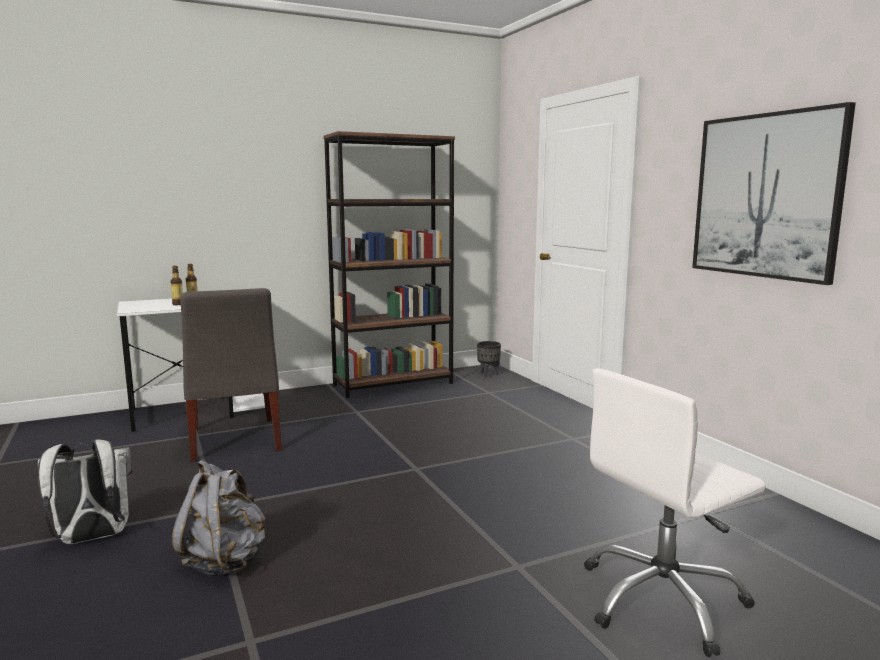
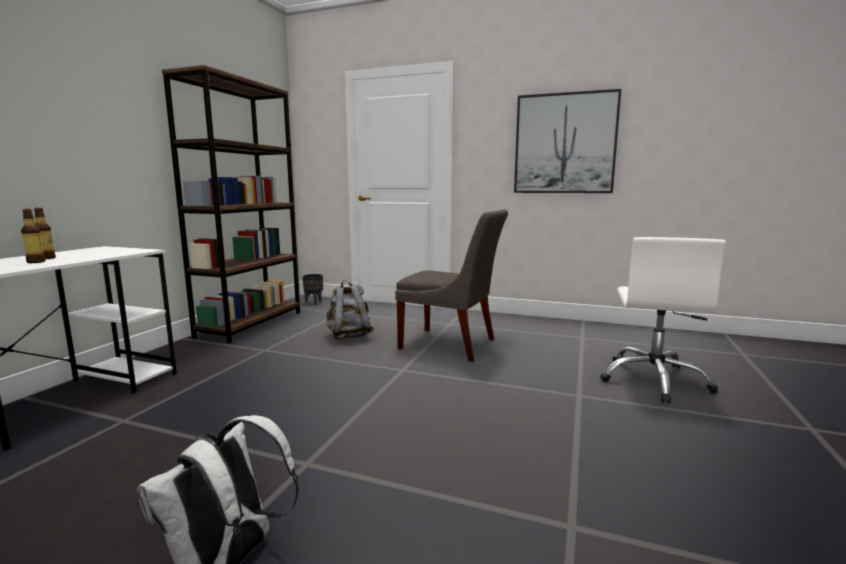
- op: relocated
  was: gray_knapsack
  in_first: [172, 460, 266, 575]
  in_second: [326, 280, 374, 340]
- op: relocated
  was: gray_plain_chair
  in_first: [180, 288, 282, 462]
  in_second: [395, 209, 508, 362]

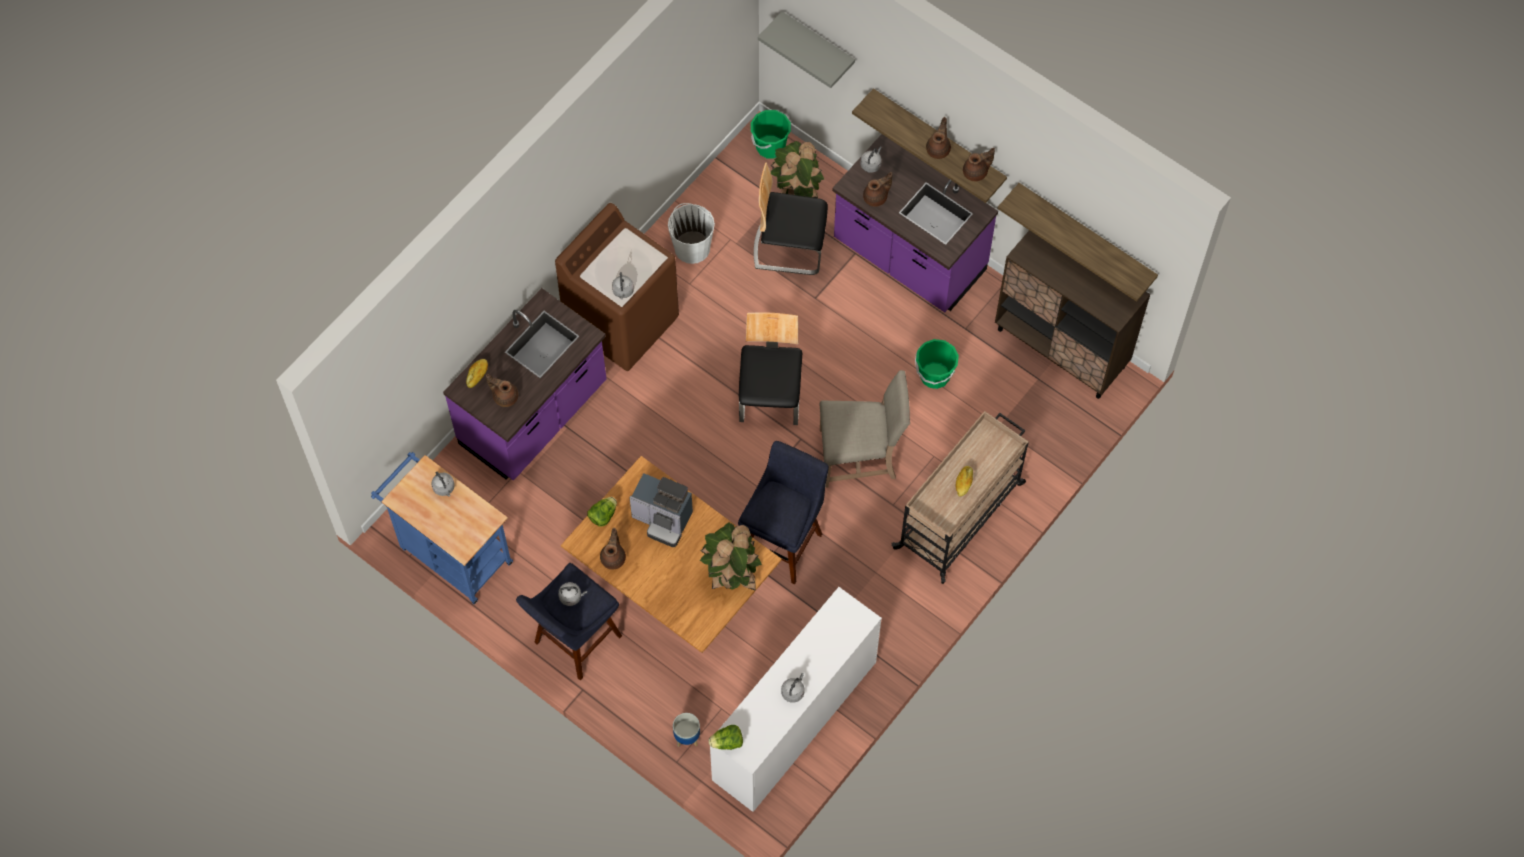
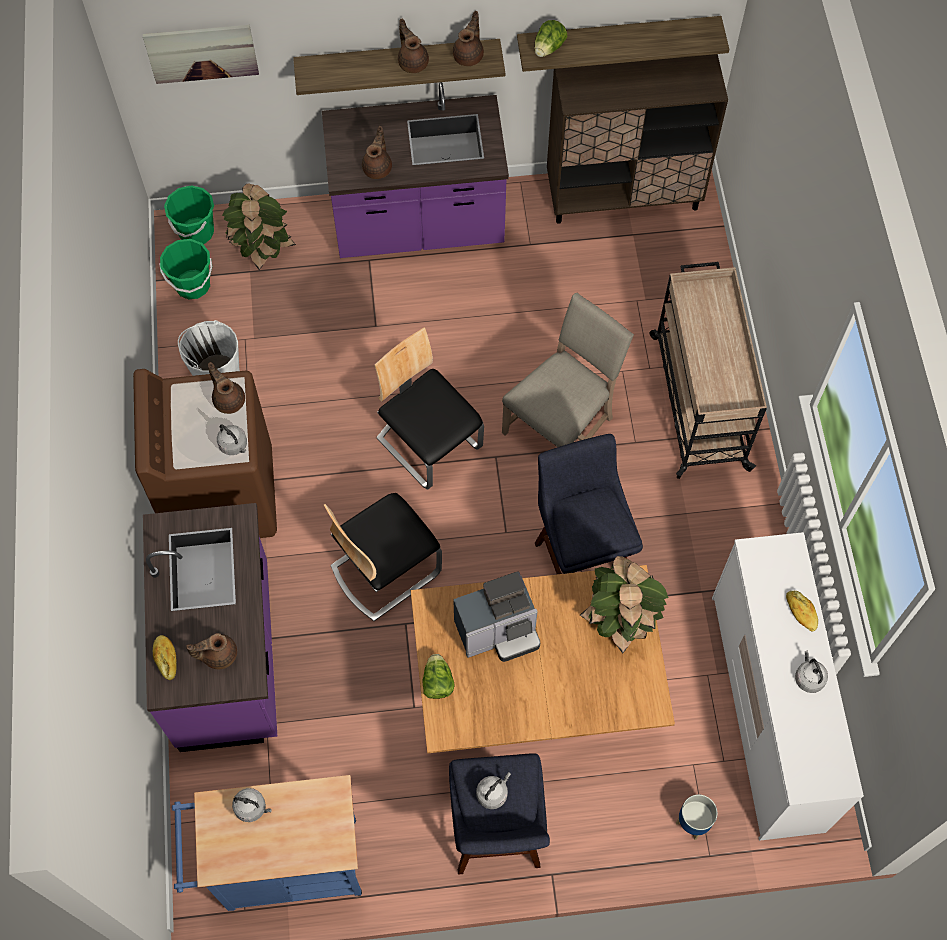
- op: exchanged
  was: gray_shelf
  now: wall_art
  in_first: [758, 11, 855, 88]
  in_second: [143, 25, 259, 84]
- op: relocated
  was: green_bucket
  in_first: [915, 339, 959, 389]
  in_second: [159, 239, 212, 299]
- op: relocated
  was: brown-coloured_tea_pot
  in_first: [600, 528, 626, 570]
  in_second: [208, 362, 245, 414]
- op: relocated
  was: plain_chair
  in_first: [754, 162, 828, 275]
  in_second: [324, 493, 442, 621]
- op: relocated
  was: lettuce
  in_first: [709, 725, 743, 750]
  in_second: [534, 20, 567, 57]
- op: relocated
  was: baked_bread
  in_first: [955, 466, 973, 496]
  in_second: [786, 591, 818, 632]
- op: missing
  was: gray_water_kettle
  in_first: [860, 146, 882, 173]

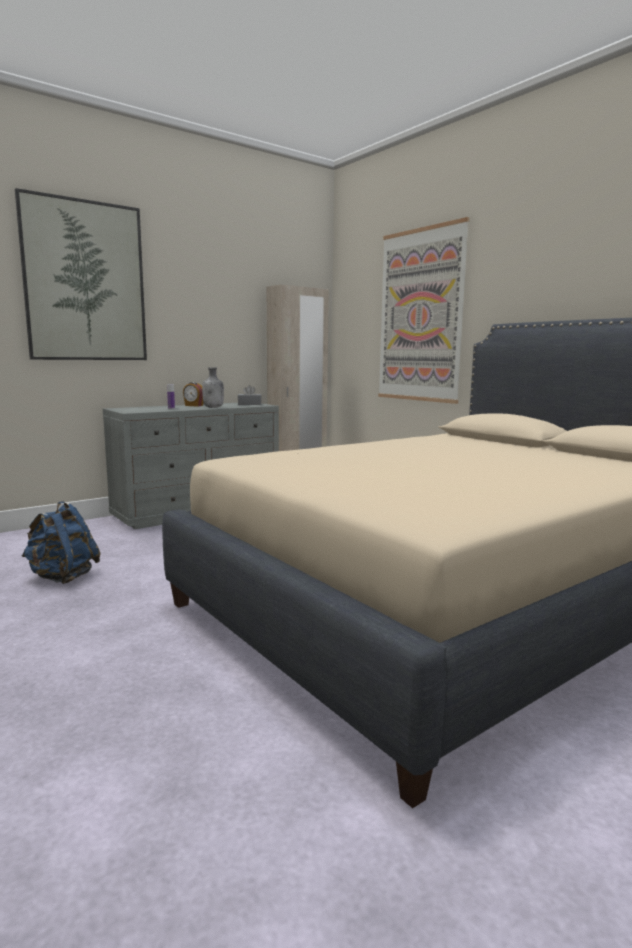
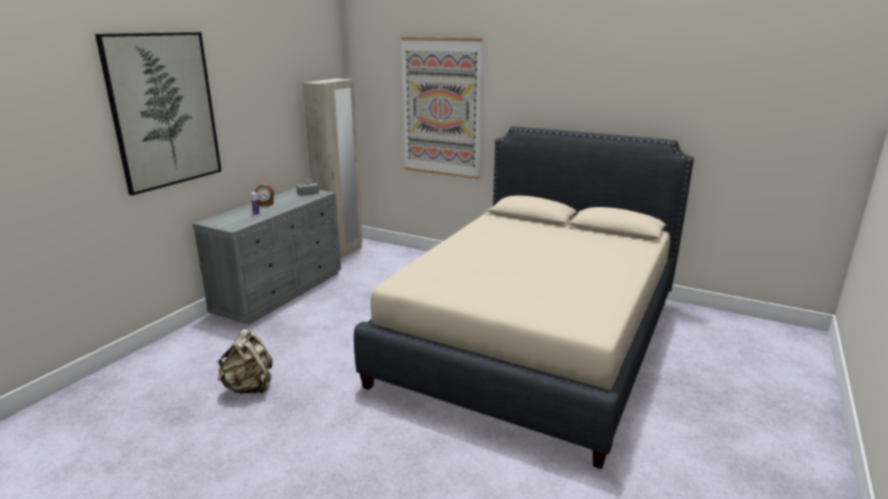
- op: colour
  was: blue_knapsack
  now: beige-coloured_knapsack
  in_first: [22, 501, 101, 584]
  in_second: [217, 329, 273, 394]
- op: missing
  was: gray_bottle
  in_first: [202, 367, 224, 408]

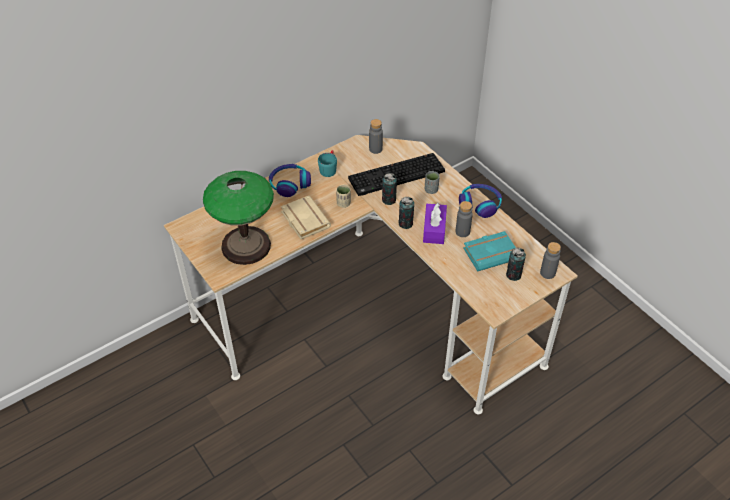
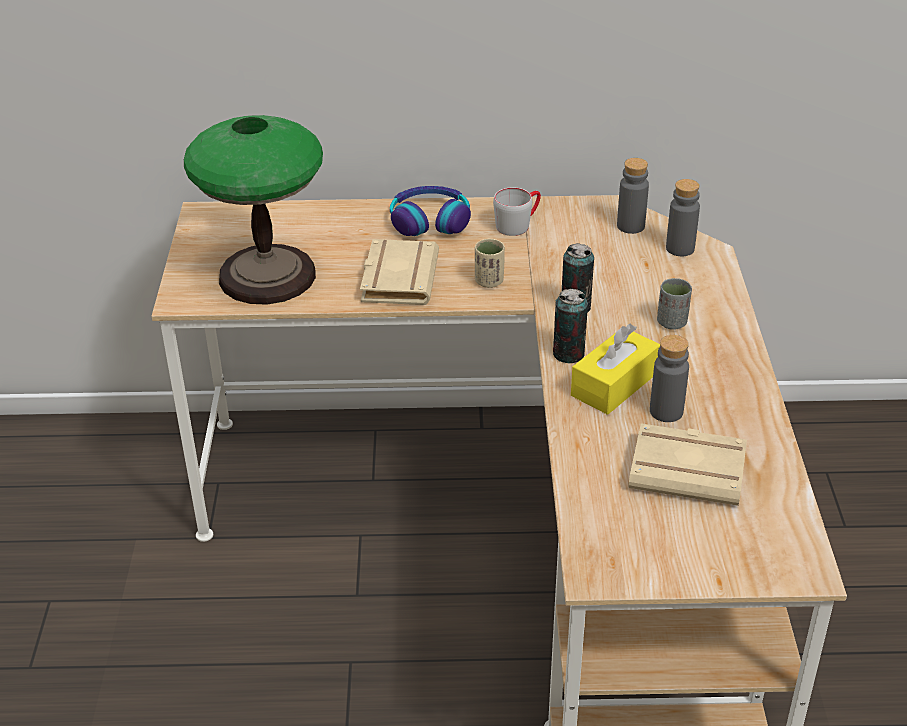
- op: colour
  was: turquoise-coloured_tea_mug
  now: gray_tea_mug
  in_first: [318, 150, 337, 177]
  in_second: [493, 187, 541, 236]
- op: colour
  was: purplish_tissue_box
  now: yellow_tissue_box
  in_first: [423, 203, 447, 244]
  in_second: [571, 324, 660, 415]
- op: colour
  was: turquoise-coloured_volume
  now: beige-coloured_volume
  in_first: [463, 231, 516, 272]
  in_second: [628, 423, 747, 506]
- op: relocated
  was: gray_bottle
  in_first: [540, 242, 561, 279]
  in_second: [666, 179, 700, 256]
- op: missing
  was: keyboard
  in_first: [348, 153, 445, 196]
- op: missing
  was: pair_of_headphones
  in_first: [459, 184, 502, 218]
- op: missing
  was: can
  in_first: [506, 248, 526, 281]

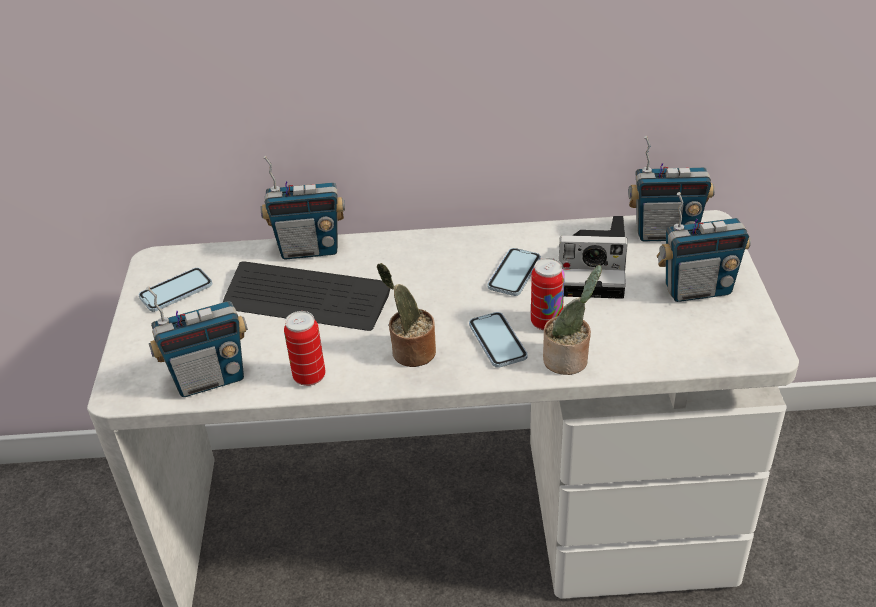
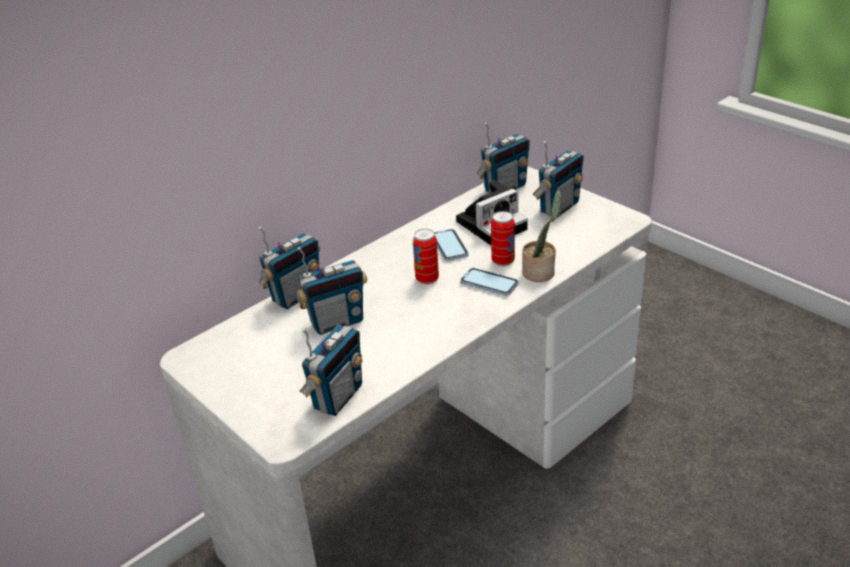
- op: exchanged
  was: keyboard
  now: radio_set
  in_first: [223, 262, 390, 331]
  in_second: [296, 247, 367, 335]
- op: relocated
  was: can
  in_first: [284, 311, 325, 386]
  in_second: [413, 229, 439, 284]
- op: missing
  was: phone
  in_first: [139, 268, 212, 312]
- op: missing
  was: plant_in_a_pot
  in_first: [377, 263, 436, 367]

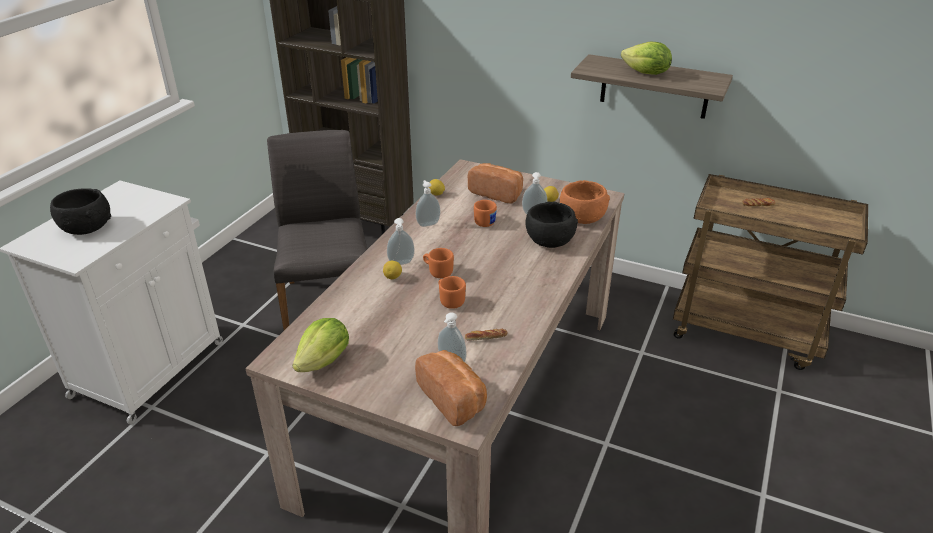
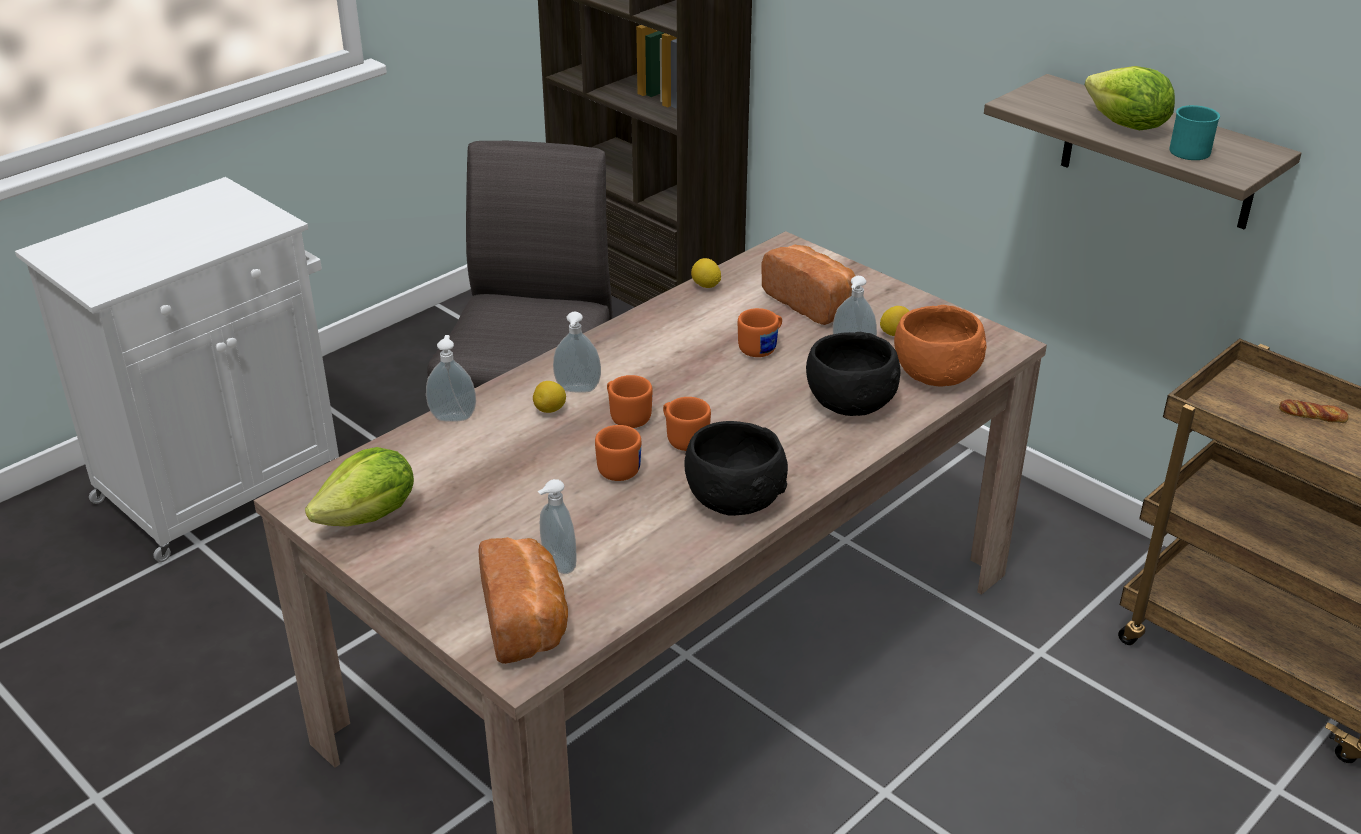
- op: relocated
  was: soap_dispenser
  in_first: [416, 180, 440, 227]
  in_second: [426, 335, 476, 422]
- op: appeared
  now: orange_tea_mug
  in_second: [663, 397, 711, 451]
- op: relocated
  was: blackish_serving_bowl
  in_first: [50, 188, 111, 235]
  in_second: [684, 421, 788, 516]
- op: appeared
  now: turquoise-coloured_tea_mug
  in_second: [1169, 105, 1220, 160]
- op: missing
  was: baked_bread
  in_first: [465, 329, 508, 341]

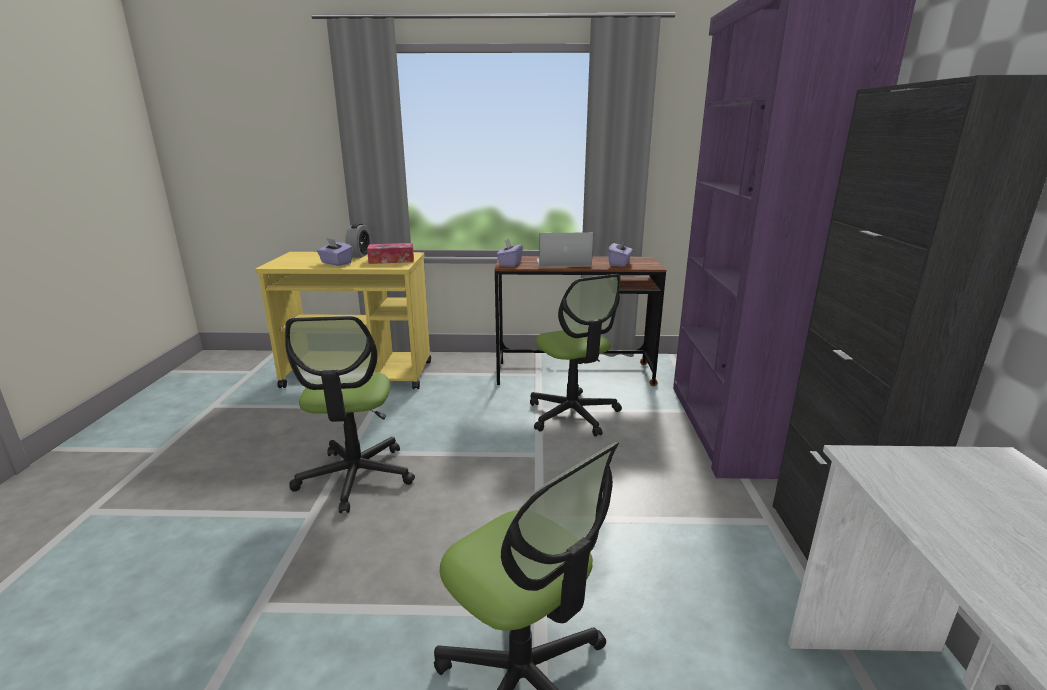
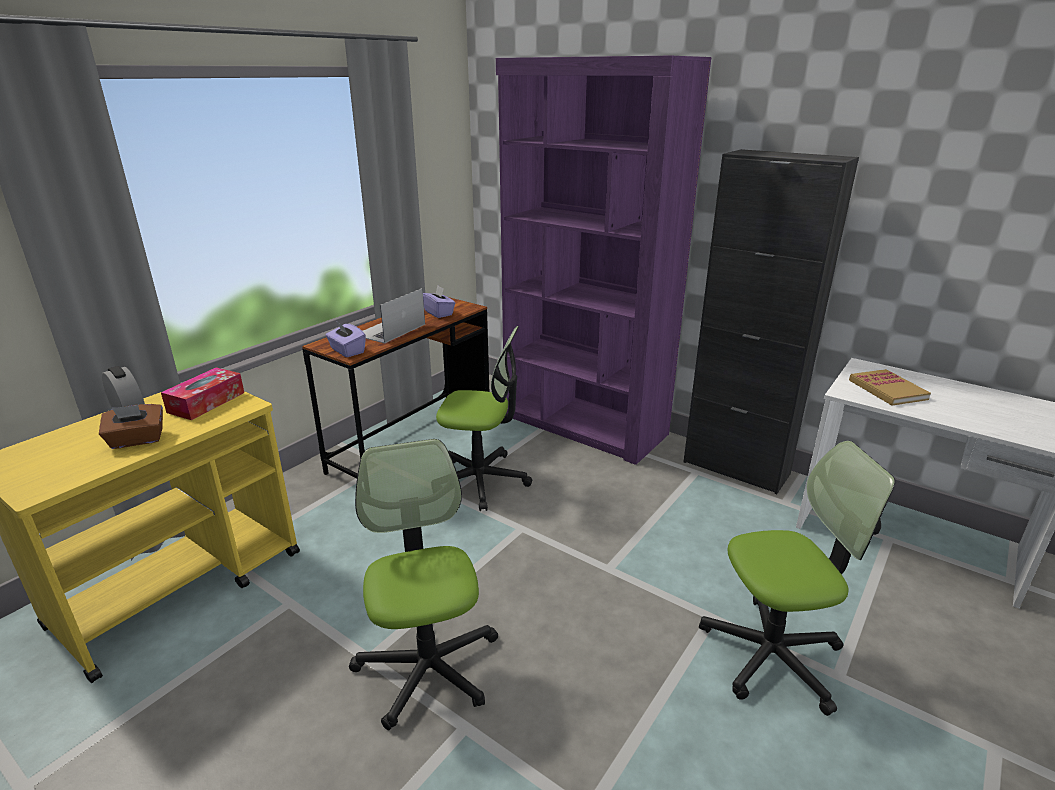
- op: colour
  was: purplish_tissue_box
  now: brown-coloured_tissue_box
  in_first: [317, 238, 353, 266]
  in_second: [99, 404, 163, 449]
- op: spun
  was: office_chair
  in_first: [285, 316, 415, 513]
  in_second: [349, 439, 498, 730]
  clockwise: -135
- op: appeared
  now: volume
  in_second: [849, 369, 931, 406]

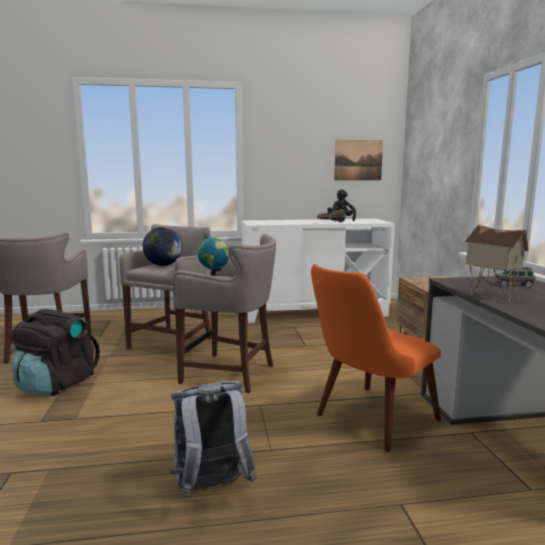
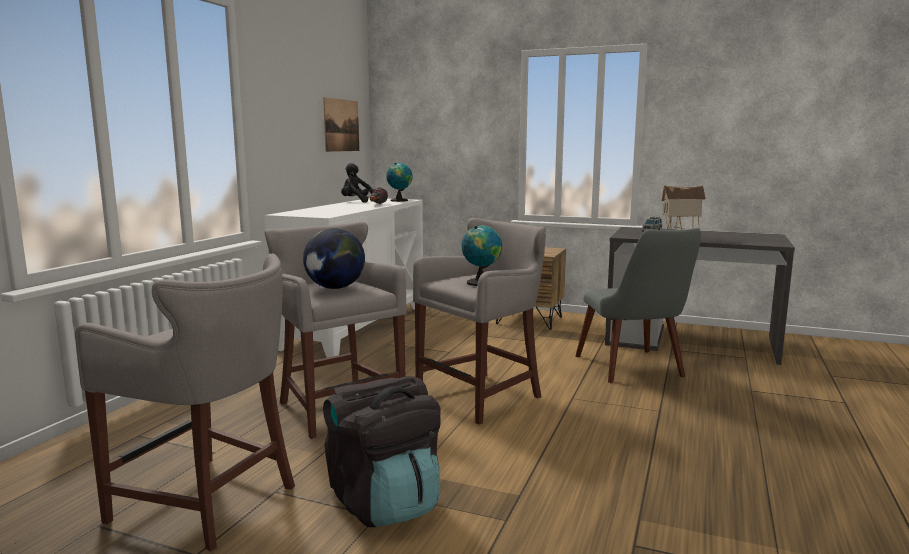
- op: appeared
  now: globe
  in_second: [386, 163, 413, 202]
- op: colour
  was: orange_plain_chair
  now: gray_plain_chair
  in_first: [311, 264, 441, 452]
  in_second: [576, 228, 701, 383]
- op: missing
  was: gray_knapsack
  in_first: [170, 381, 257, 496]

